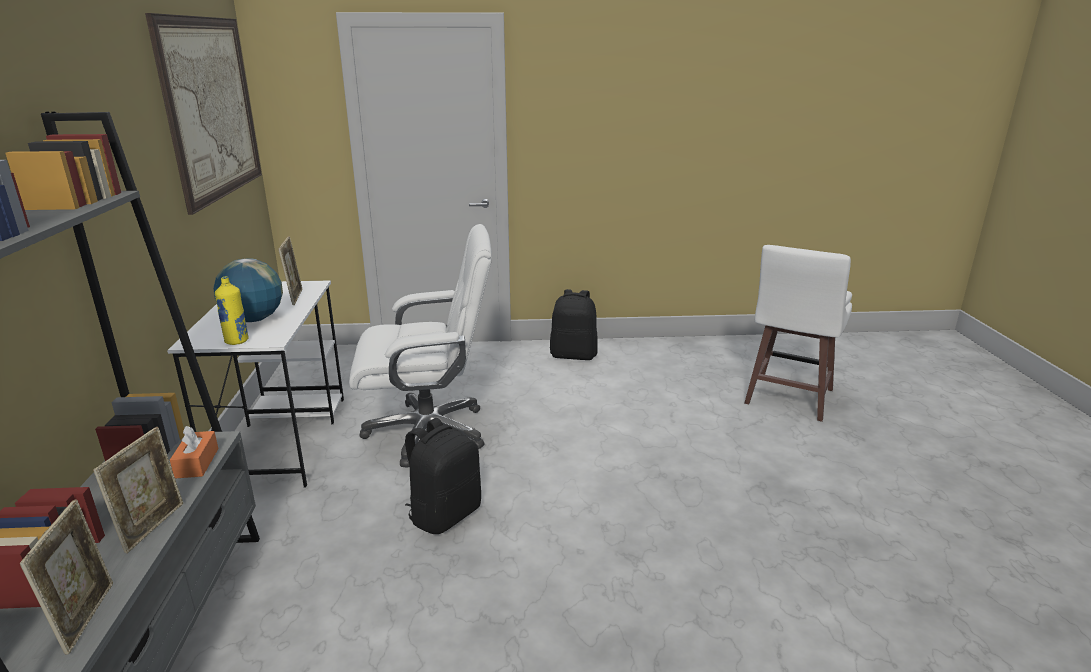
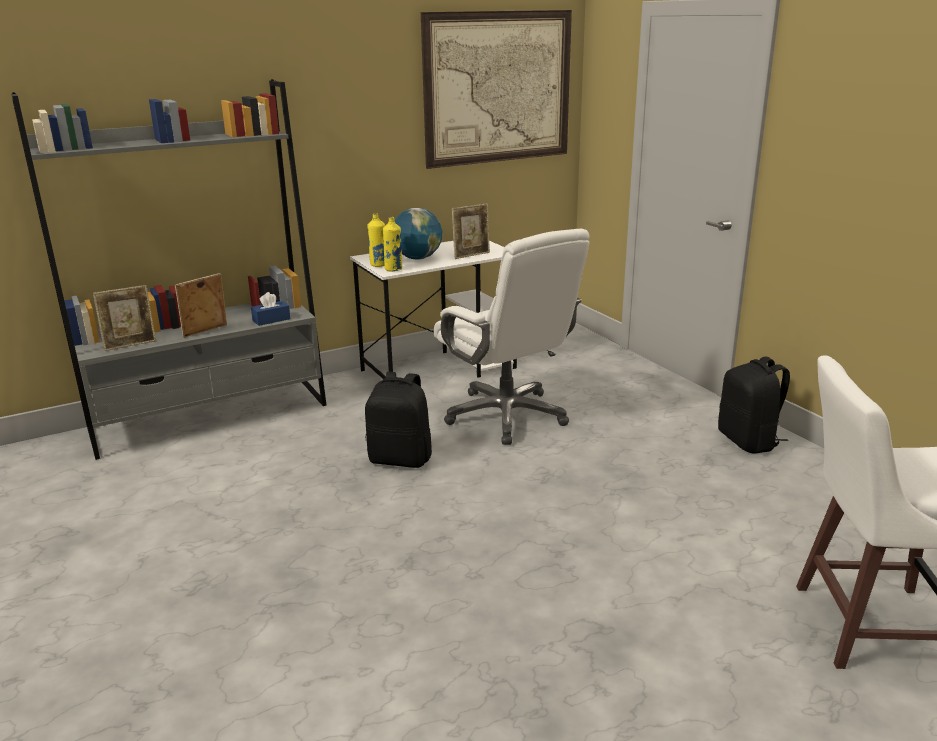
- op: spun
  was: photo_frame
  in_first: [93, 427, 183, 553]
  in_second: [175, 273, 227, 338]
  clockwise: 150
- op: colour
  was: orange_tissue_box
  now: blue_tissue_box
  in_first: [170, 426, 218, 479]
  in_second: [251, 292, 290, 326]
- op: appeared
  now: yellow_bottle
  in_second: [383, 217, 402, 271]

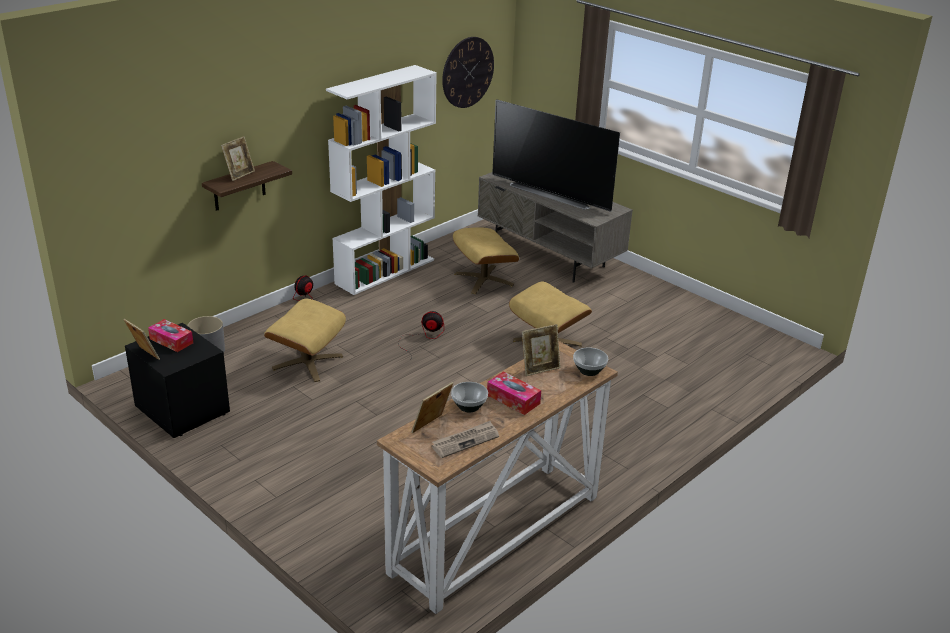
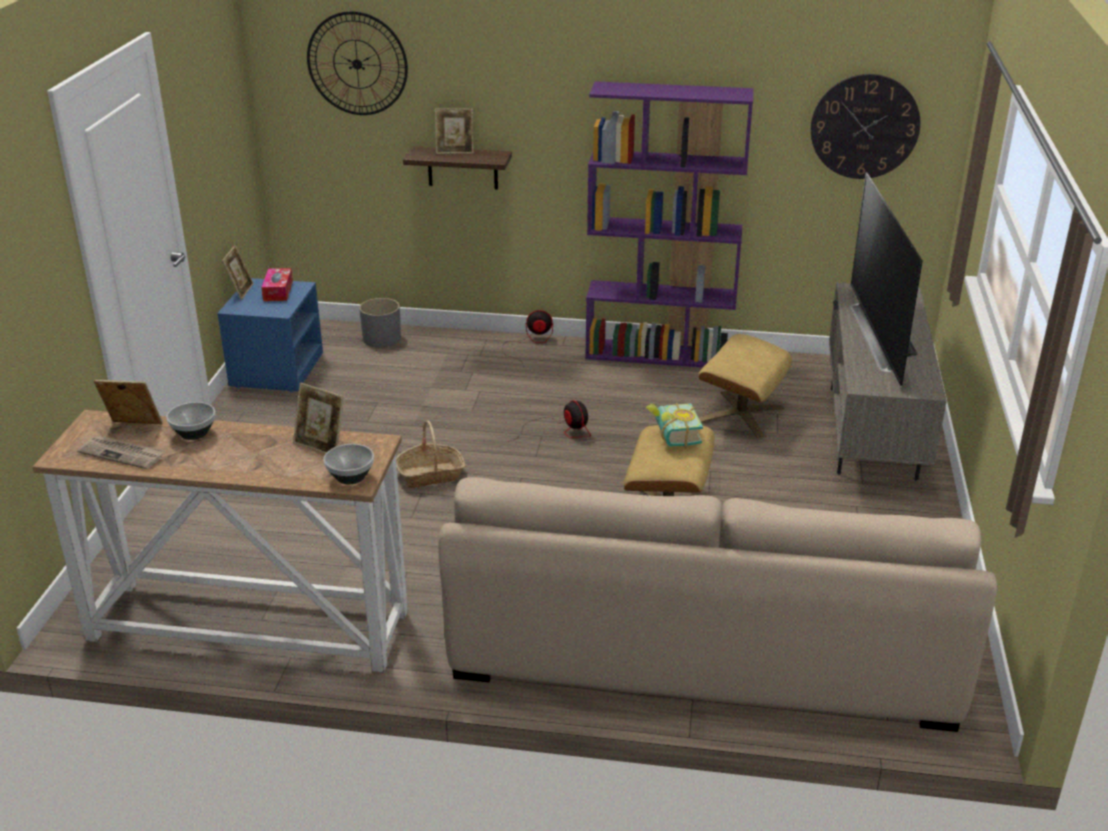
- op: colour
  was: blackish_night_table
  now: blue_night_table
  in_first: [125, 323, 230, 438]
  in_second: [217, 278, 323, 392]
- op: appeared
  now: clock_on_the_wall
  in_second: [307, 11, 408, 115]
- op: appeared
  now: storage_basket
  in_second: [396, 421, 466, 488]
- op: appeared
  now: beige-coloured_sofa
  in_second: [438, 477, 997, 732]
- op: colour
  was: whitish_shelving_unit
  now: purplish_shelving_unit
  in_first: [326, 65, 437, 295]
  in_second: [585, 81, 754, 368]
- op: appeared
  now: volume
  in_second: [646, 403, 703, 448]
- op: missing
  was: beige-coloured_pouffe
  in_first: [264, 299, 346, 382]
- op: missing
  was: tissue_box
  in_first: [487, 371, 541, 415]

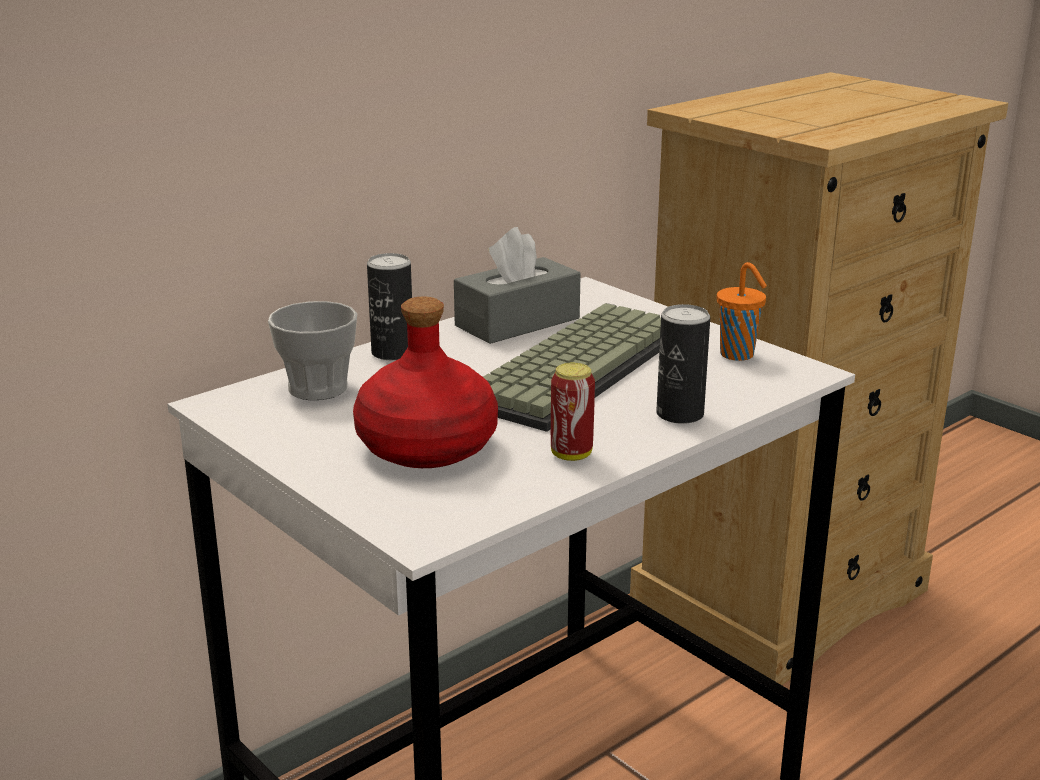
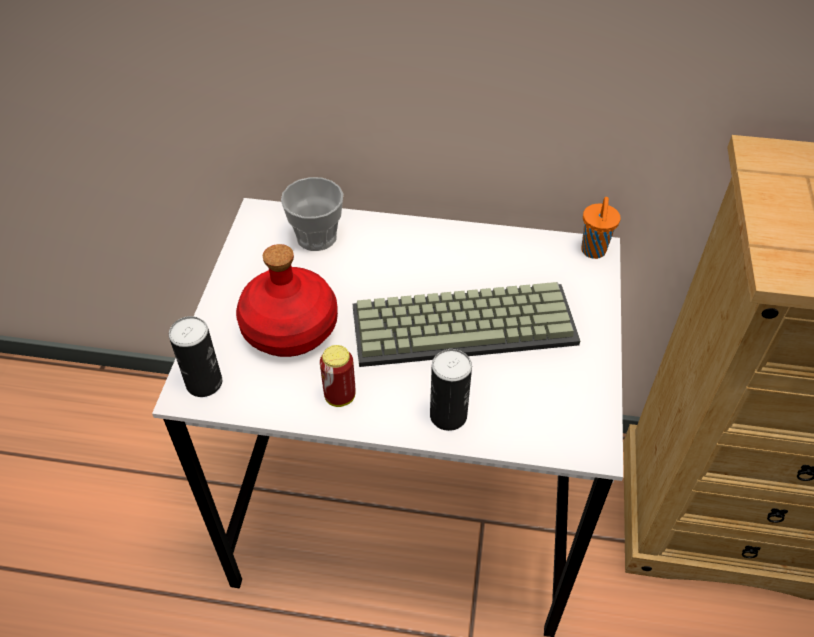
- op: relocated
  was: can
  in_first: [367, 253, 412, 360]
  in_second: [169, 316, 222, 397]
- op: relocated
  was: orange_drinking_cup
  in_first: [717, 262, 767, 361]
  in_second: [581, 197, 621, 259]
- op: missing
  was: gray_tissue_box
  in_first: [454, 227, 581, 344]

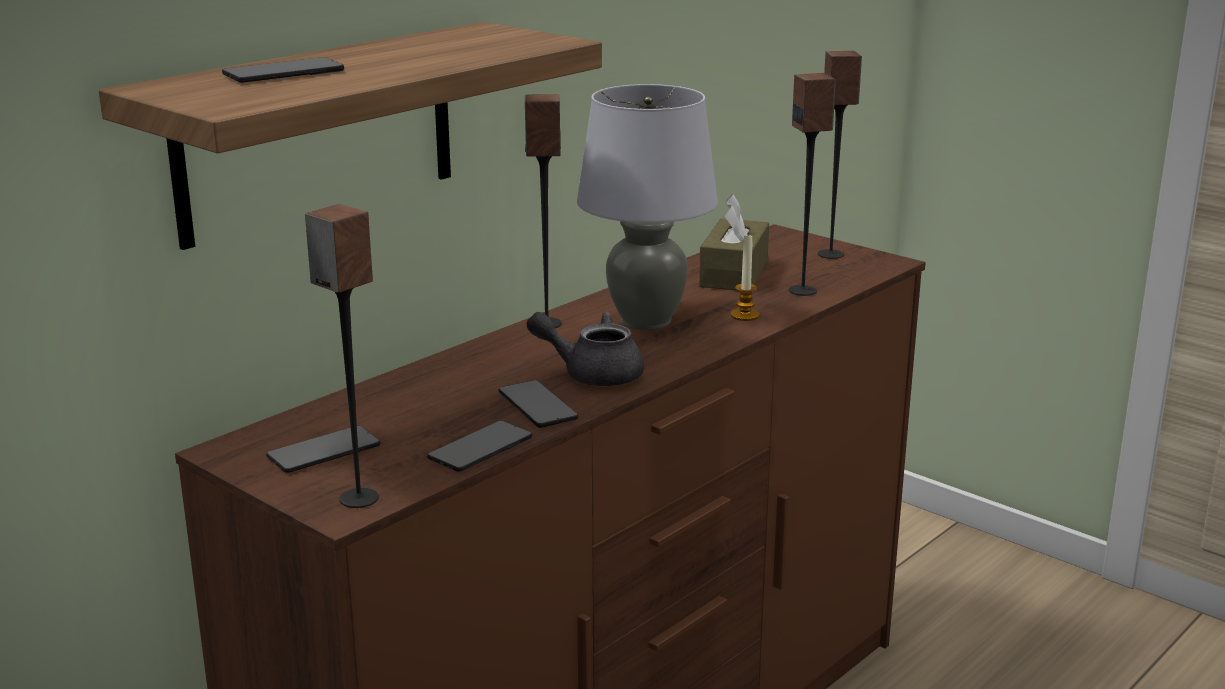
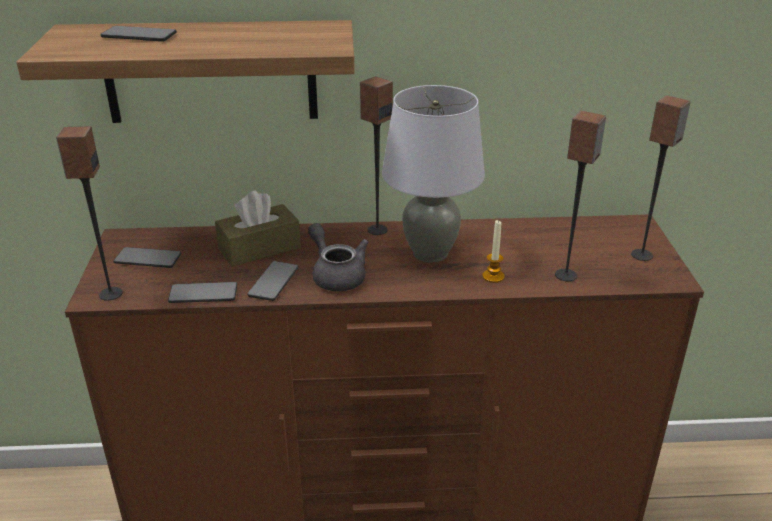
- op: relocated
  was: brown-coloured_tissue_box
  in_first: [699, 194, 769, 291]
  in_second: [215, 190, 301, 267]

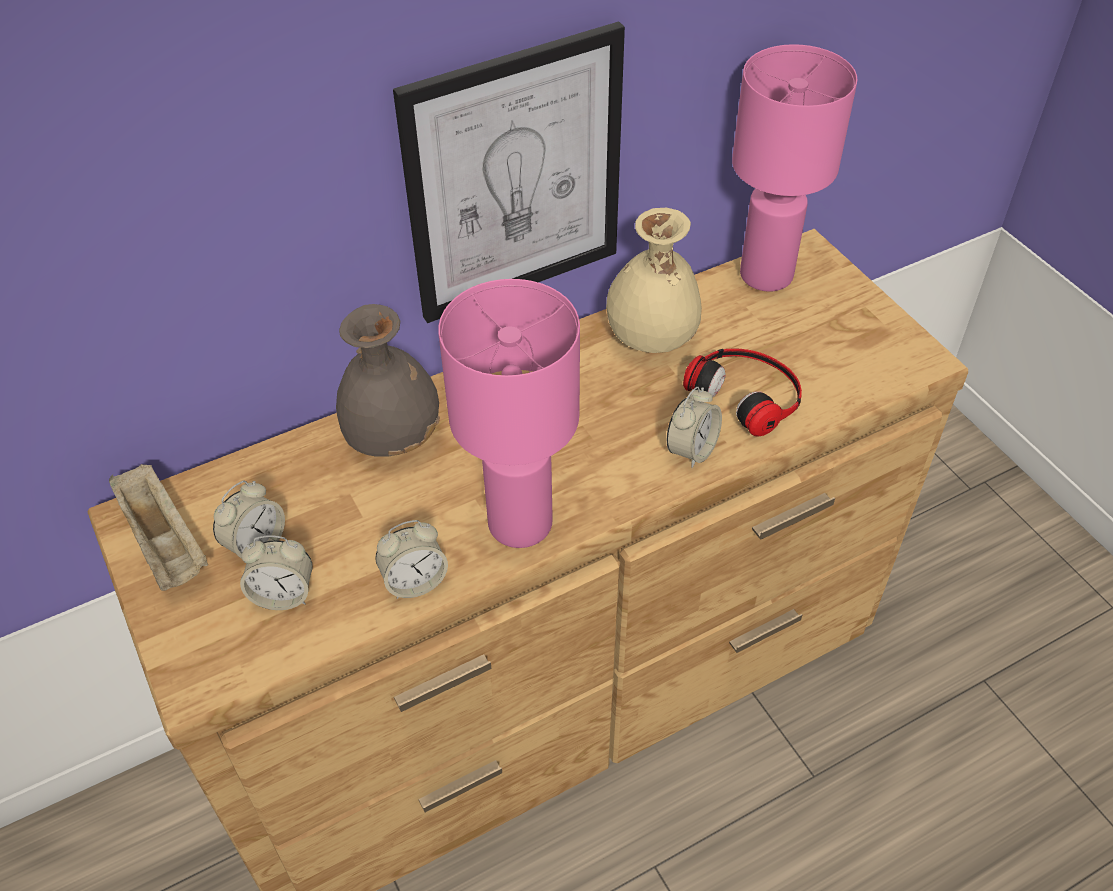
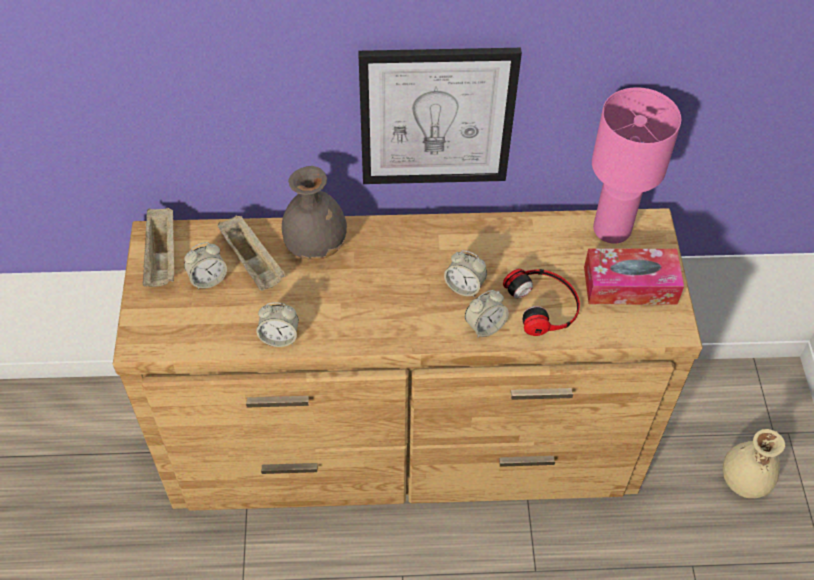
- op: appeared
  now: beige-coloured_carrying_tray
  in_second: [218, 216, 285, 291]
- op: relocated
  was: table_clock
  in_first: [240, 535, 313, 610]
  in_second: [444, 250, 487, 297]
- op: appeared
  now: tissue_box
  in_second: [584, 248, 684, 304]
- op: relocated
  was: beige-coloured_decorative_vase
  in_first: [606, 208, 702, 353]
  in_second: [723, 429, 785, 498]
- op: missing
  was: pink-coloured_tabletop_lamp
  in_first: [438, 279, 580, 548]

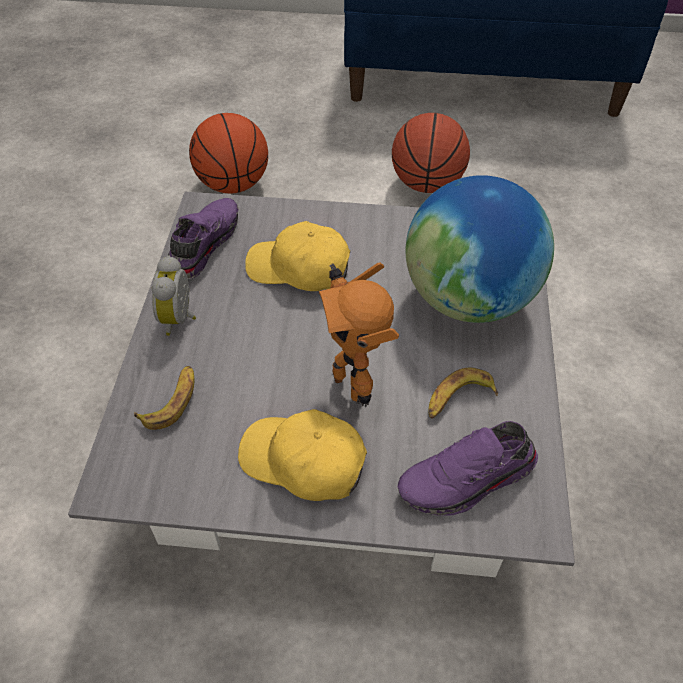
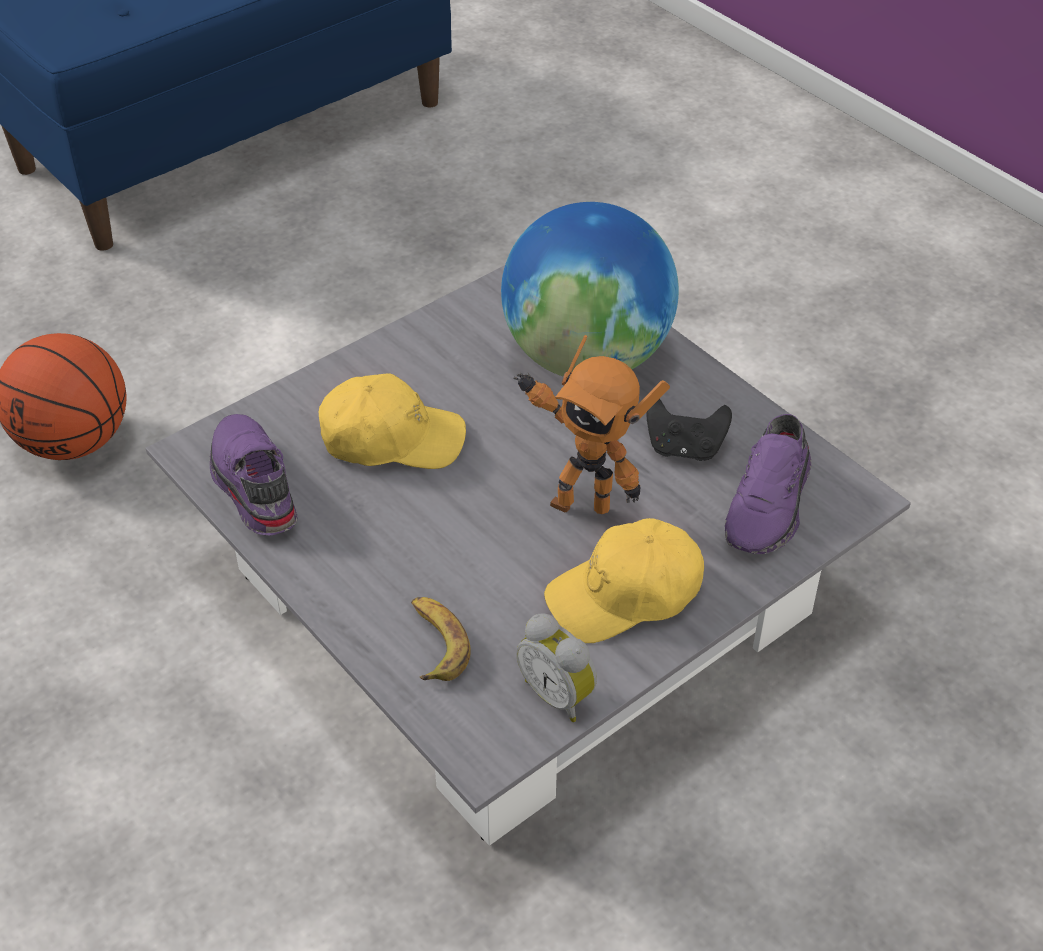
- op: spun
  was: yellow_cap
  in_first: [245, 221, 350, 291]
  in_second: [319, 373, 466, 469]
  clockwise: -150
- op: relocated
  was: table_clock
  in_first: [152, 256, 196, 336]
  in_second: [516, 613, 597, 722]
- op: exchanged
  was: whole_banana
  now: blackish_gamepad
  in_first: [429, 368, 498, 419]
  in_second: [646, 399, 732, 461]
- op: missing
  was: ball_for_basketball
  in_first: [392, 113, 470, 193]

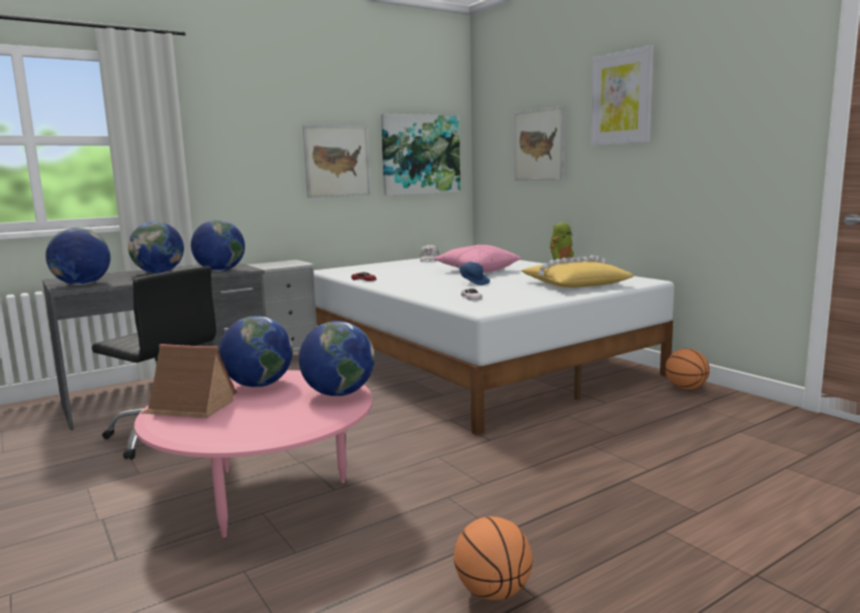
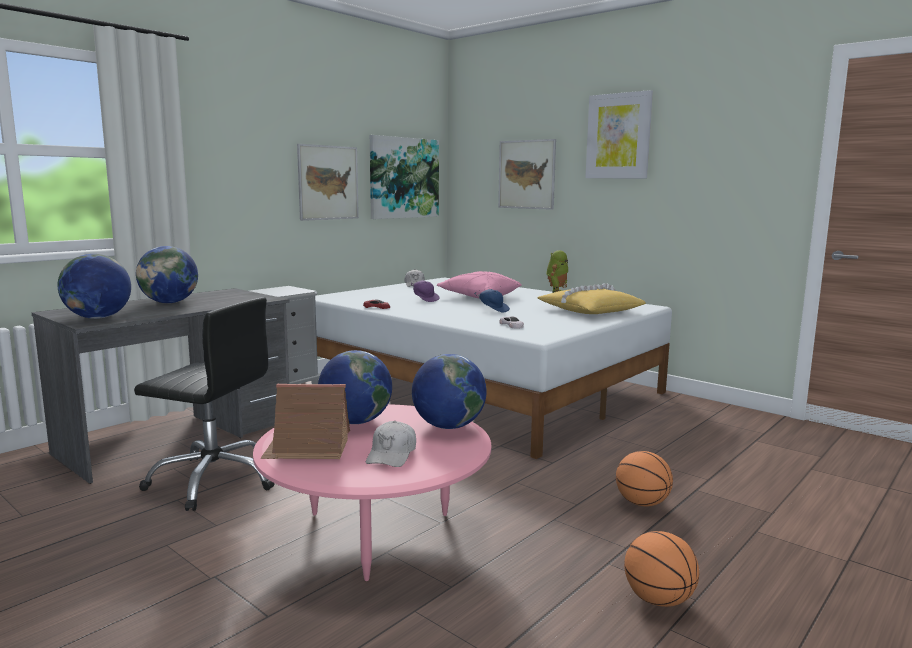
- op: appeared
  now: whitish_cap
  in_second: [366, 421, 416, 467]
- op: appeared
  now: purplish_cap
  in_second: [411, 280, 440, 302]
- op: relocated
  was: ball_for_basketball
  in_first: [665, 348, 710, 389]
  in_second: [616, 451, 673, 506]
- op: missing
  was: globe
  in_first: [191, 220, 245, 271]

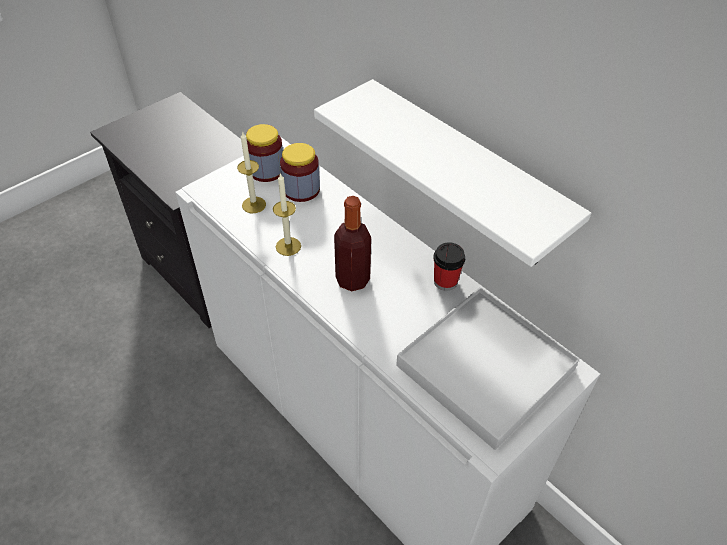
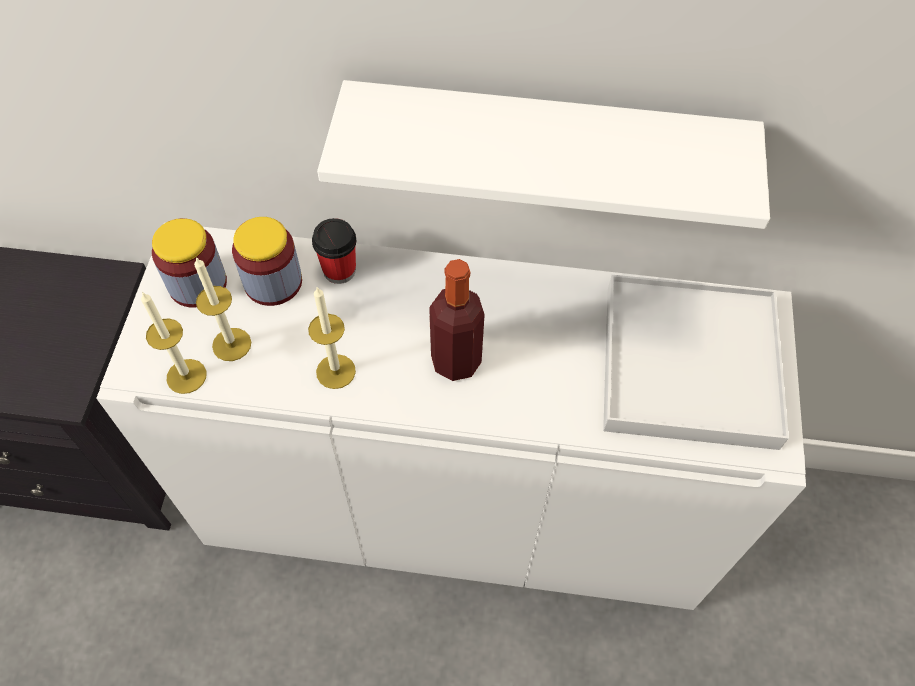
- op: appeared
  now: candle
  in_second: [141, 292, 207, 394]
- op: relocated
  was: drinking_cup
  in_first: [433, 242, 465, 291]
  in_second: [312, 218, 357, 284]

